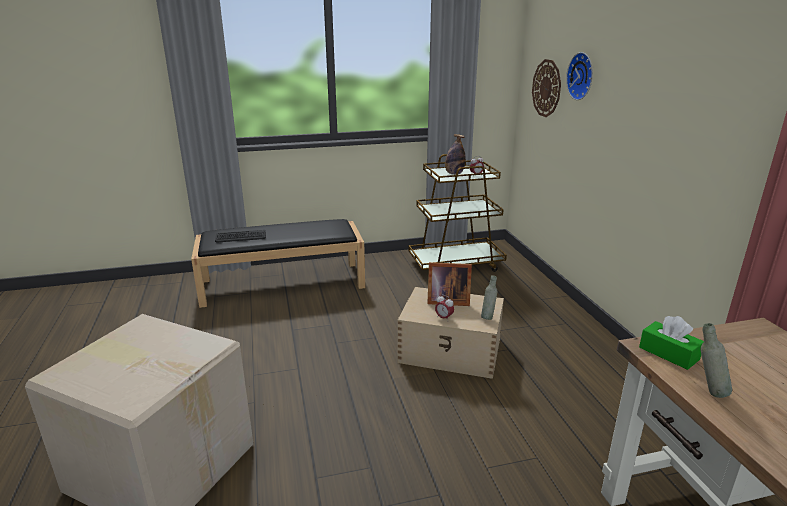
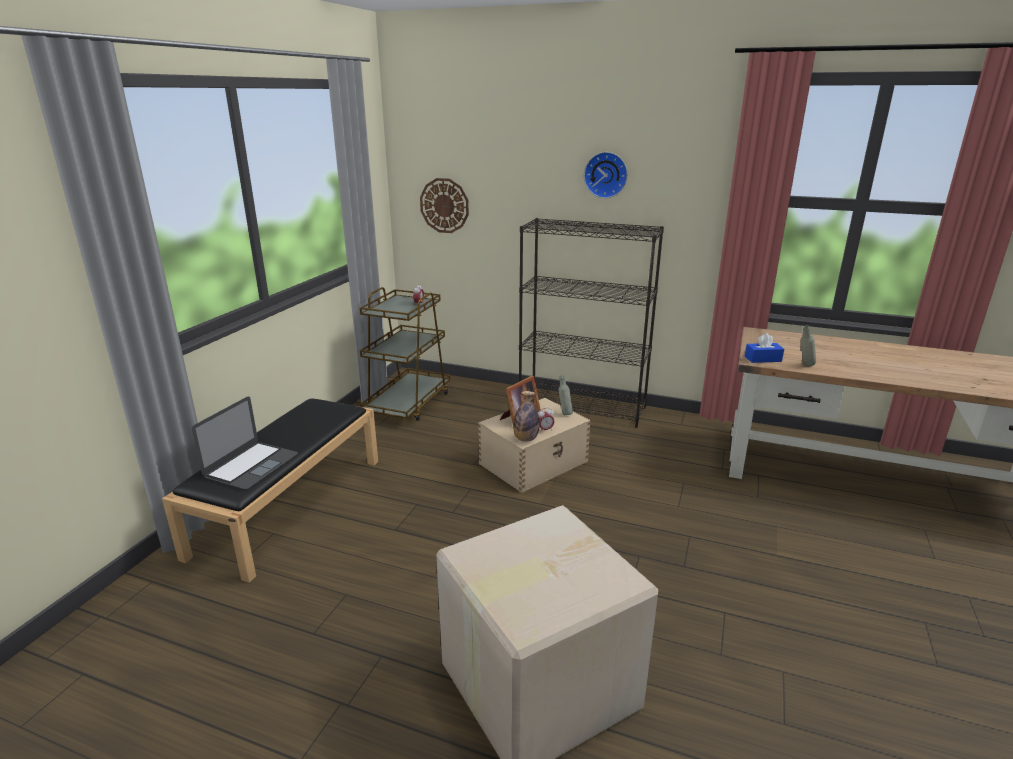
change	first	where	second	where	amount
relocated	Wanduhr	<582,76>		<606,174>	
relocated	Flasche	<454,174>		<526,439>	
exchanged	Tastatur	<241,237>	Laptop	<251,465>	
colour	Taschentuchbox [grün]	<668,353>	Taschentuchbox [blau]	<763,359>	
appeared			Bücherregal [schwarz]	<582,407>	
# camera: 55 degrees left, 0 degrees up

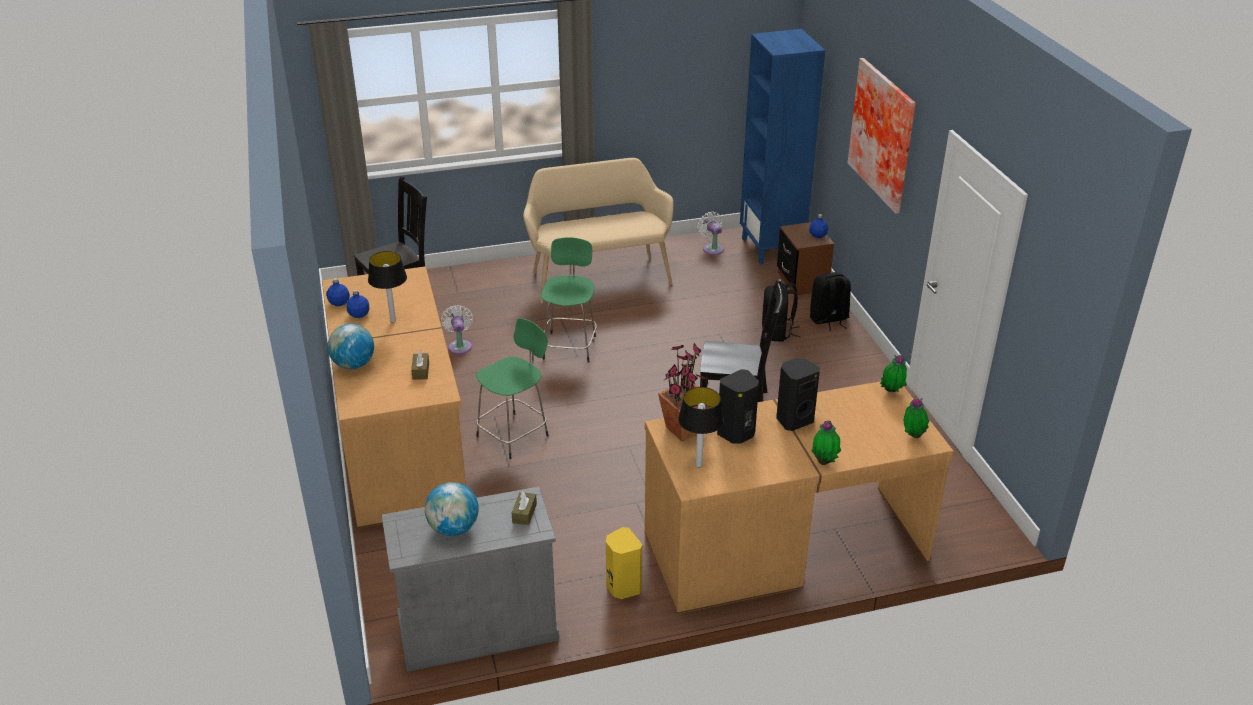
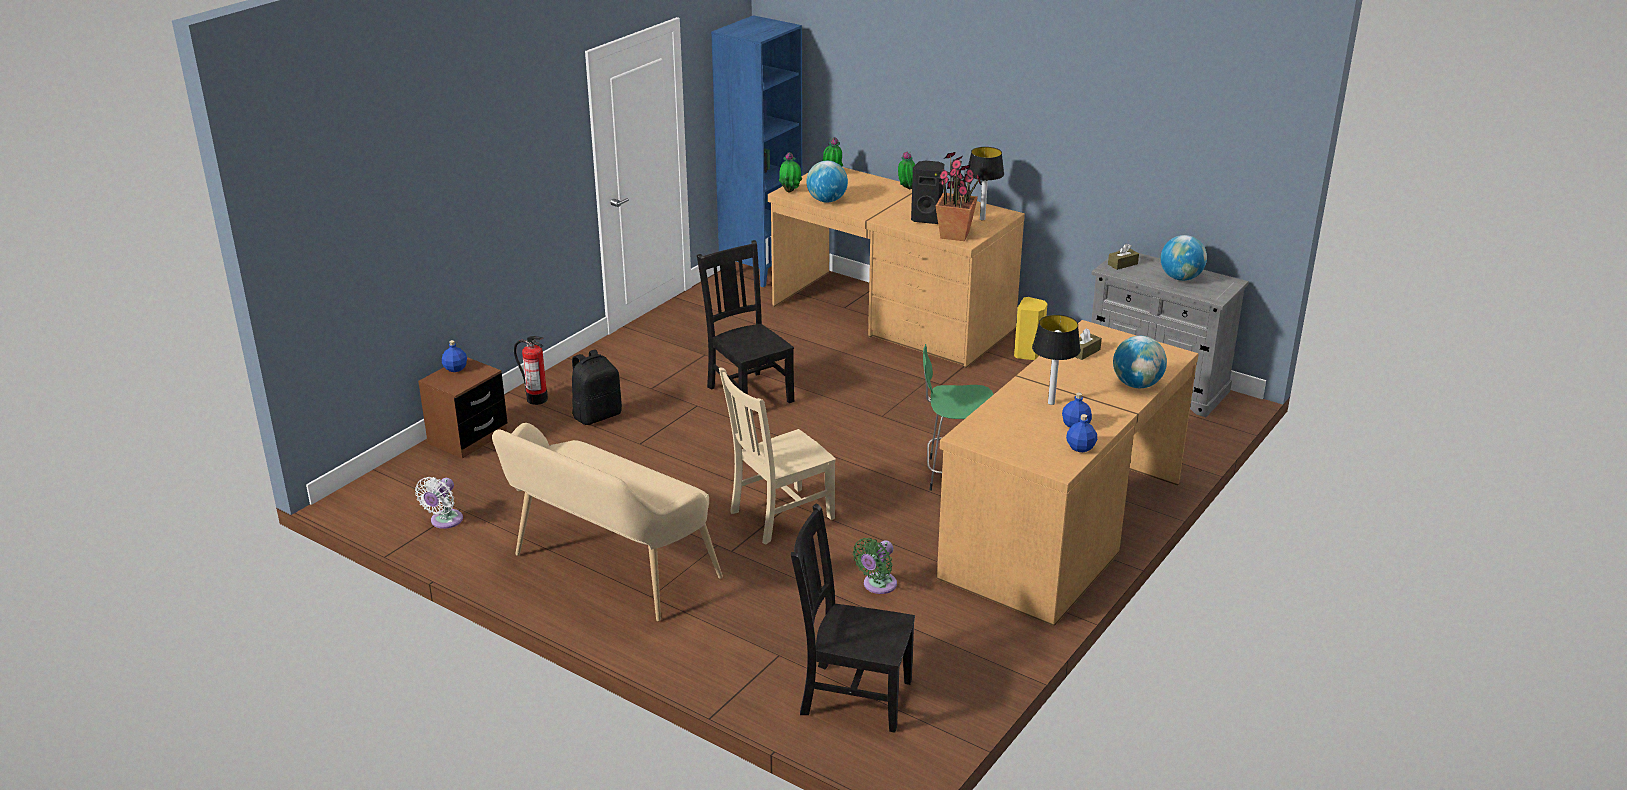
change	first	where	second	where	amount
relocated	Bücherregal [blau]	<772,248>		<761,269>	
missing	Bild	<885,134>			
exchanged	Hocker [grün]	<570,346>	Stuhl [beige]	<778,516>	
exchanged	Rucksack [schwarz]	<828,320>	Feuerlöscher	<537,399>	
colour	Ventilator [weiß]	<459,345>	Ventilator [grün]	<877,585>	
missing	Lautsprecher [schwarz]	<794,420>			
appeared			Globus	<826,200>	
# camera: 130 degrees left, 5 degrees down

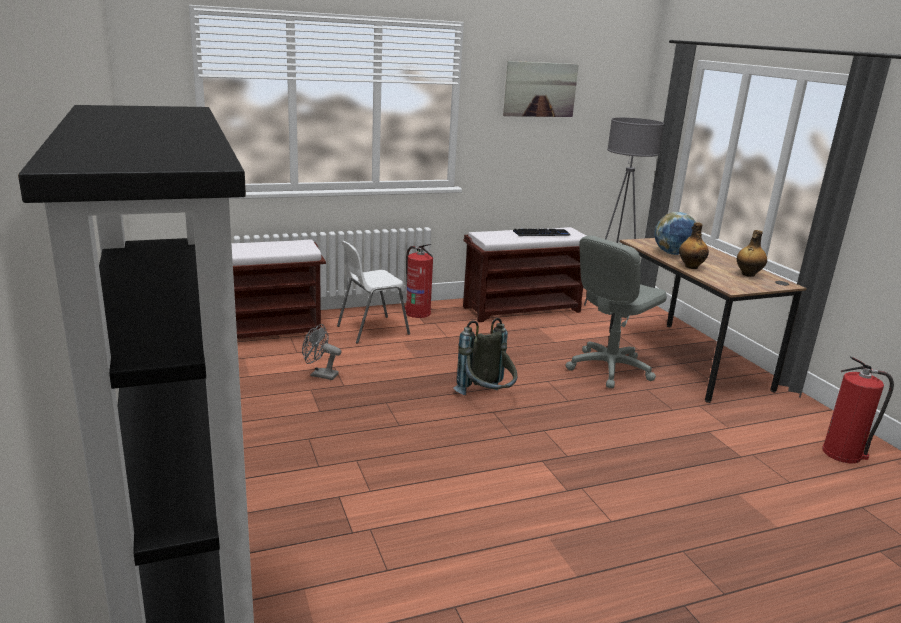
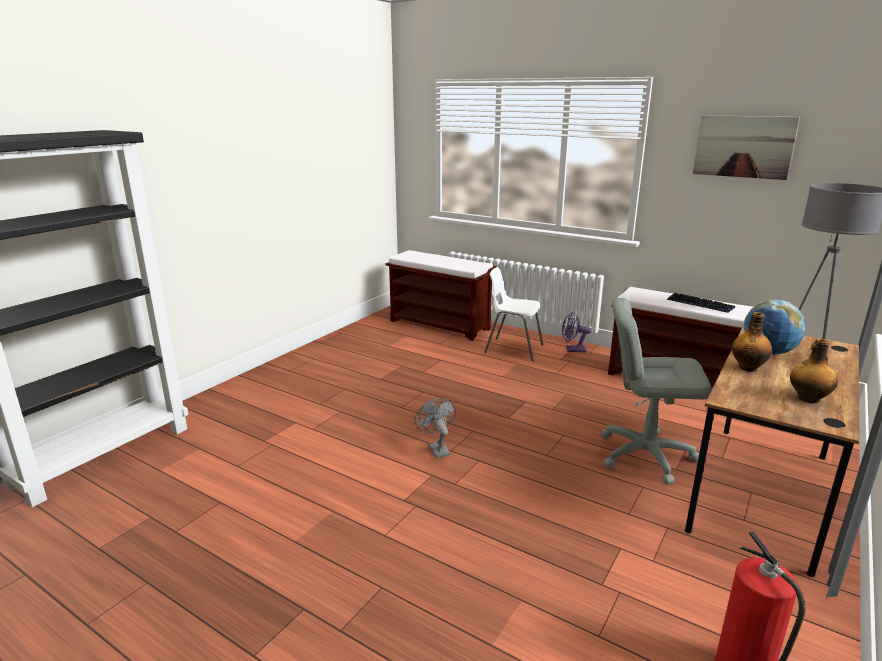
change	first	where	second	where	amount
exchanged	Feuerlöscher	<417,313>	Ventilator [lila]	<572,350>	
missing	Rucksack [grau]	<487,399>			
relocated	Ventilator [grau]	<320,375>		<436,448>	
# camera: 55 degrees right, 0 degrees up

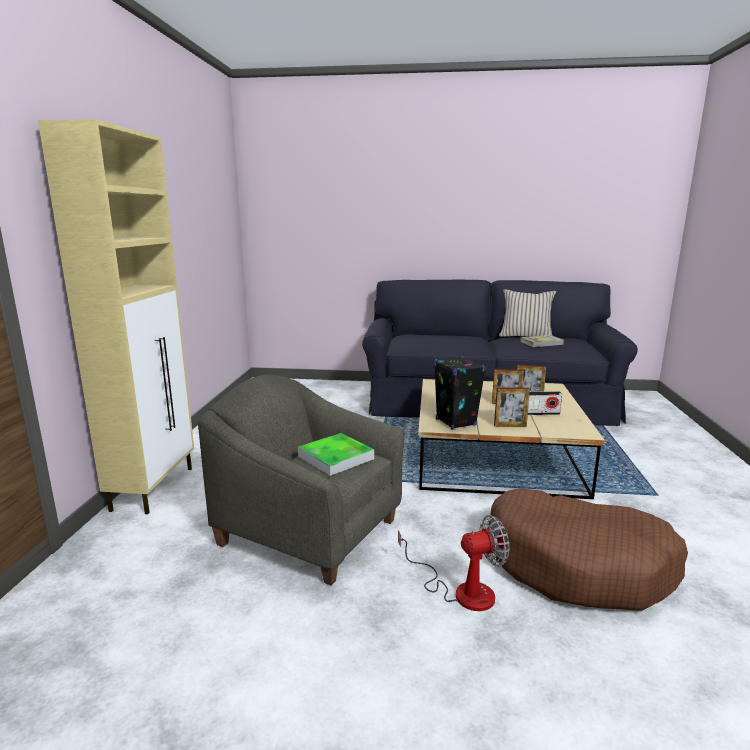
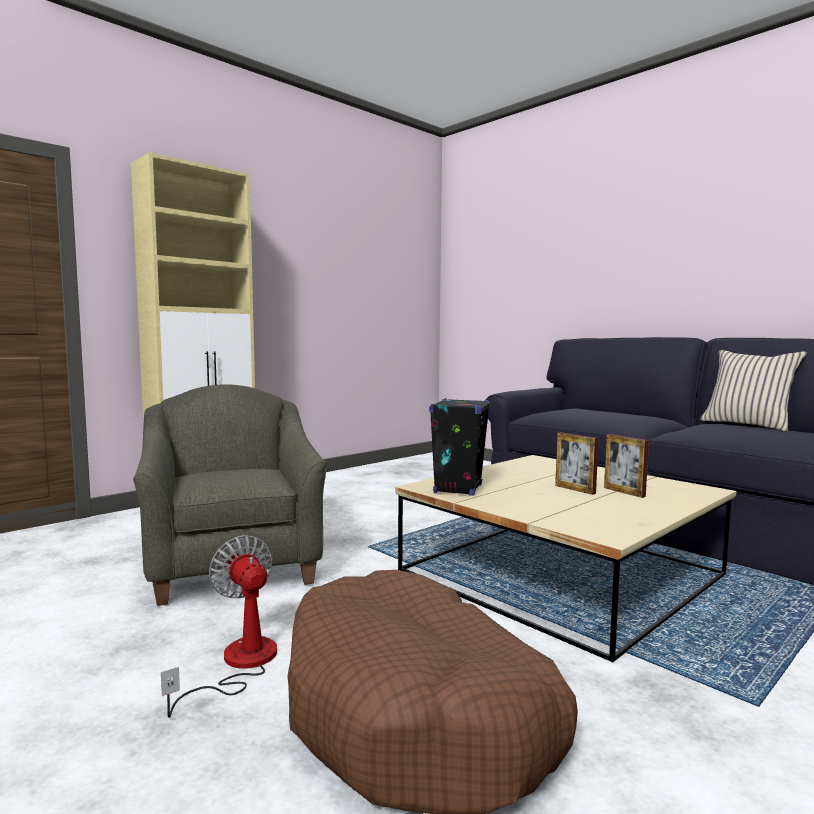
change	first	where	second	where	amount
missing	Buch	<541,343>			
missing	Bilderrahmen	<510,426>			
missing	Radio	<539,413>			
missing	Tablett	<336,457>			
spun	Ventilator	<461,590>		<238,665>	150 degrees counterclockwise
# camera: 40 degrees right, 10 degrees down

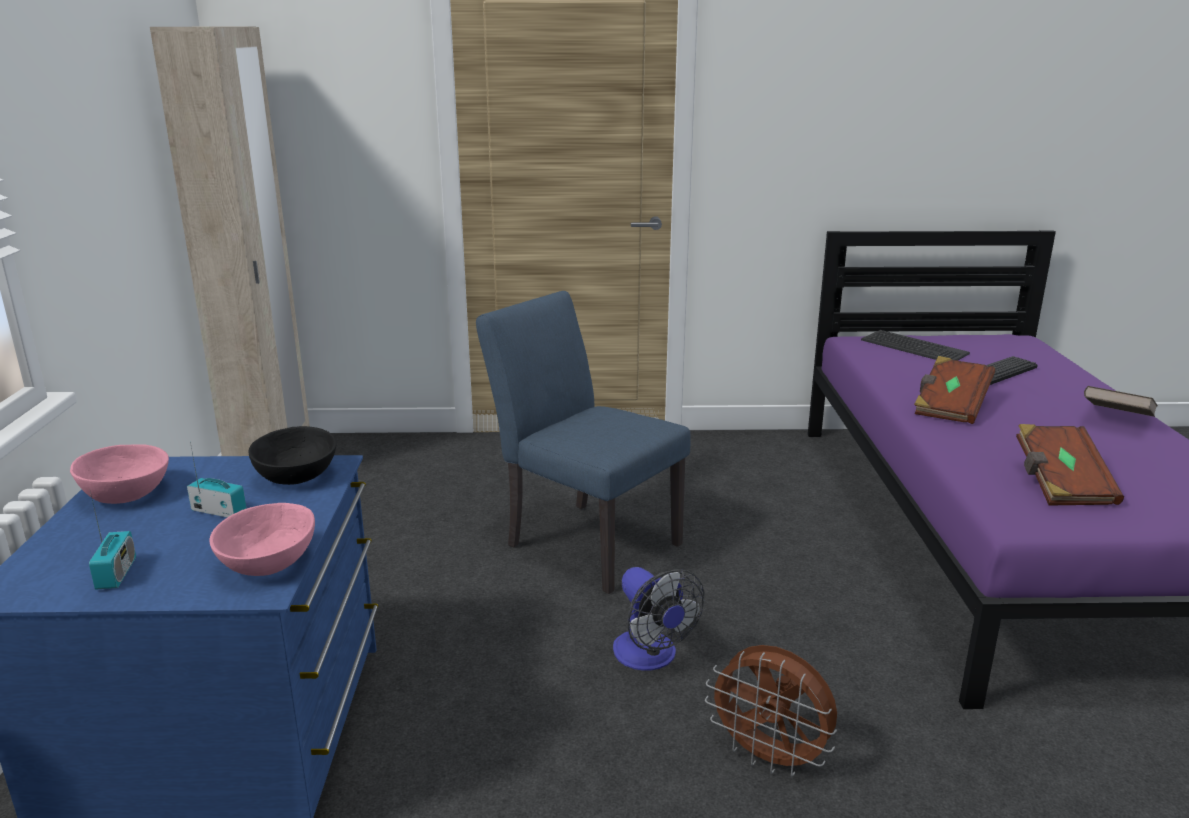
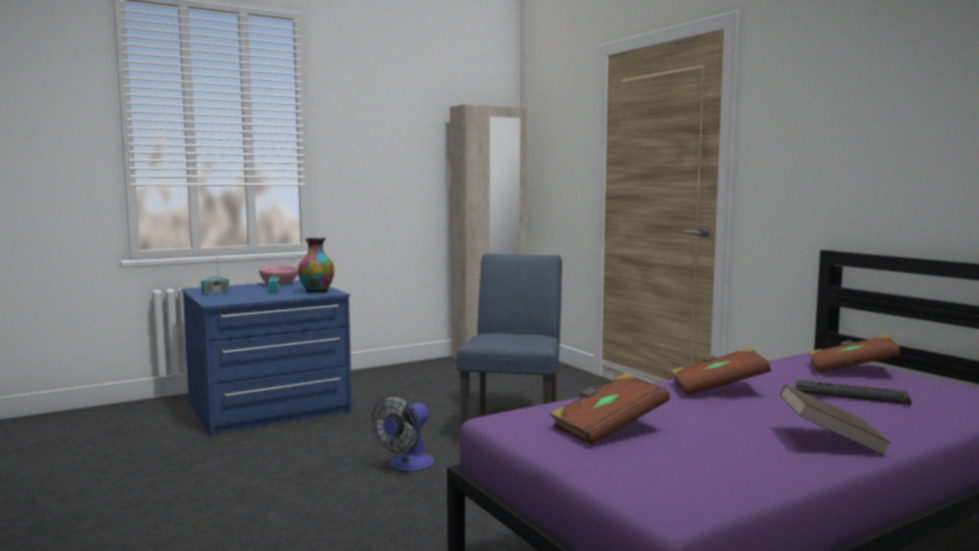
change	first	where	second	where	amount
exchanged	Tastatur	<913,347>	Buch [braun]	<851,370>	
exchanged	Schüssel [schwarz]	<295,476>	Vase	<317,292>	
missing	Schüssel [rosa]	<268,563>			
missing	Ventilator [braun]	<770,758>			
# camera: 60 degrees right, 15 degrees down

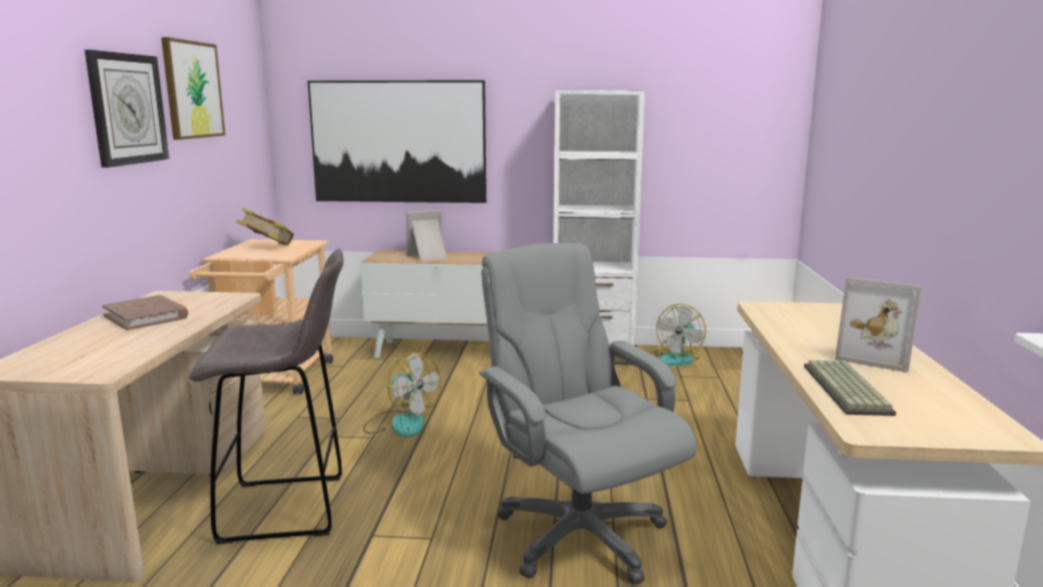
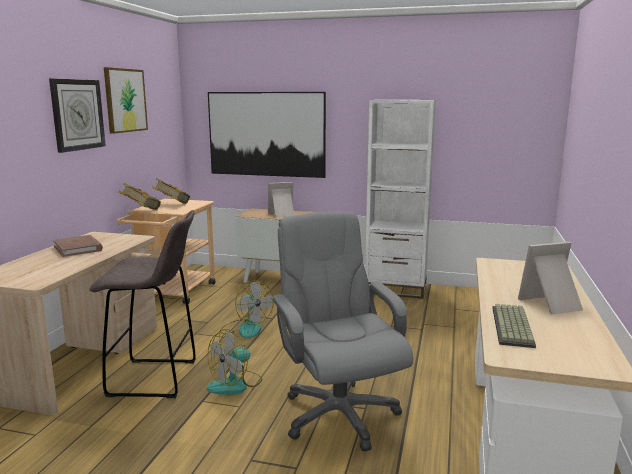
change	first	where	second	where	amount
spun	Bilderrahmen	<875,357>		<552,304>	120 degrees clockwise
relocated	Ventilator	<678,359>		<235,384>	
appeared			Buch	<141,211>	
# camera: 10 degrees right, 0 degrees up

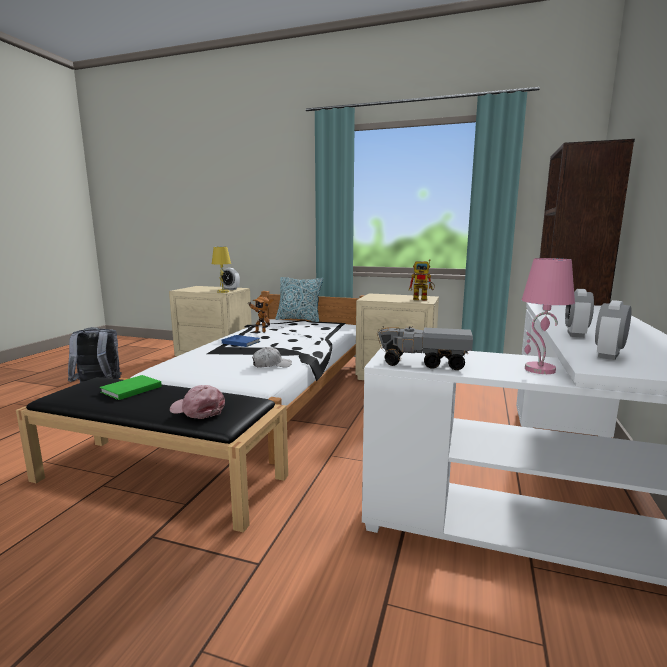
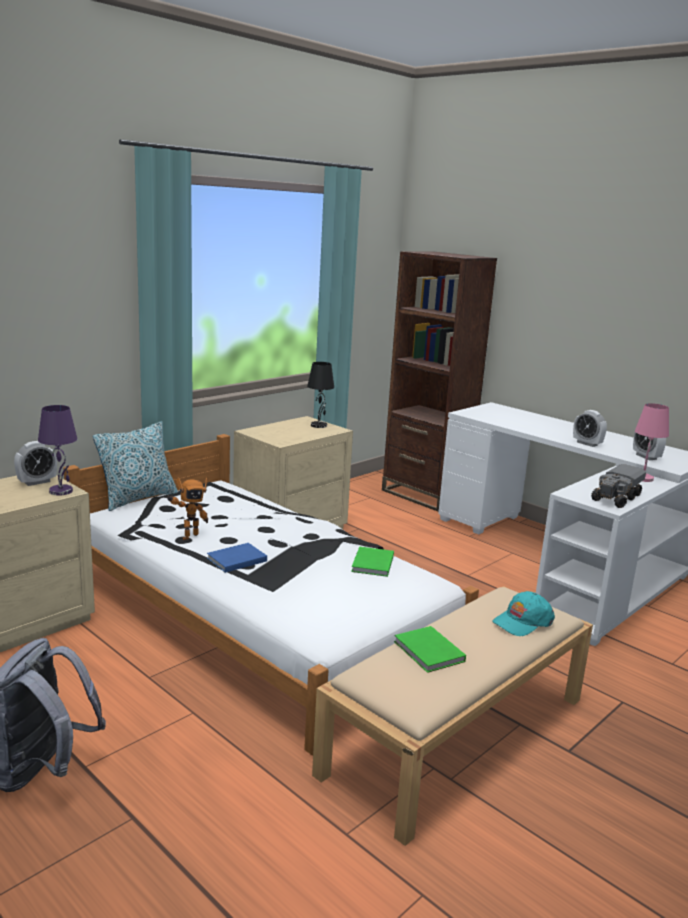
change	first	where	second	where	amount
colour	Tischlampe [gelb]	<223,291>	Tischlampe [lila]	<61,491>	
exchanged	Spielzeugroboter	<423,299>	Tischlampe [schwarz]	<319,425>	
exchanged	Kappe [weiß]	<271,365>	Buch [grün]	<371,564>	
colour	Bank [schwarz]	<162,478>	Bank [beige]	<457,733>	
colour	Kappe [rosa]	<198,410>	Kappe [türkis]	<522,622>	
# camera: 65 degrees left, 5 degrees up

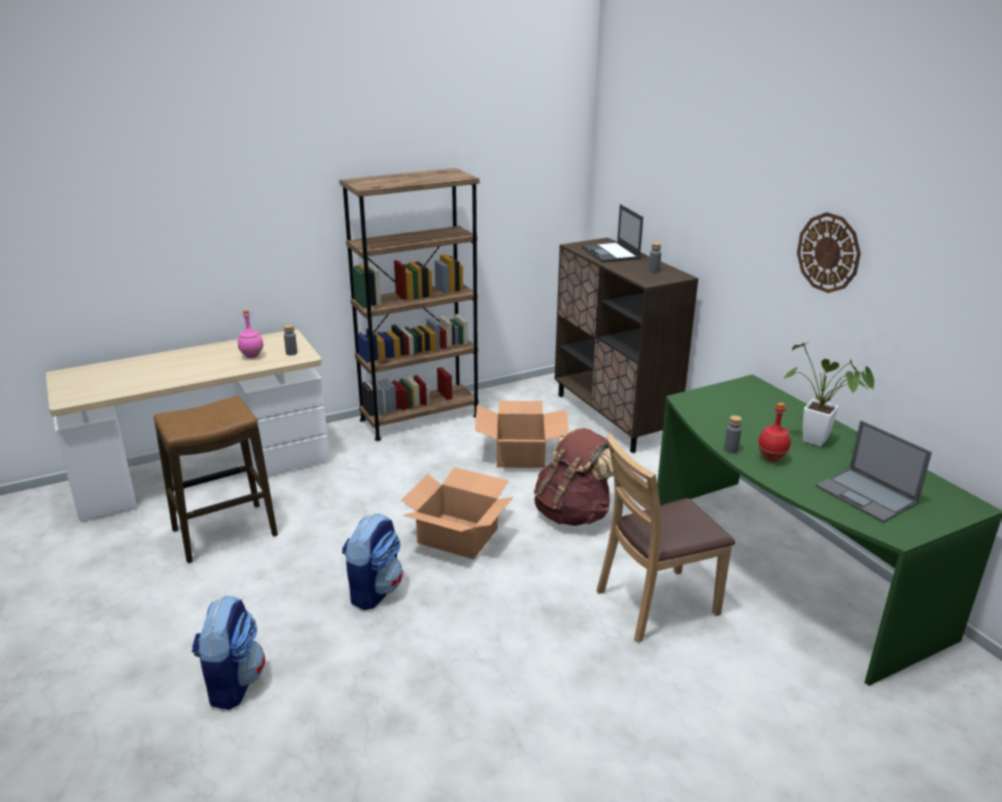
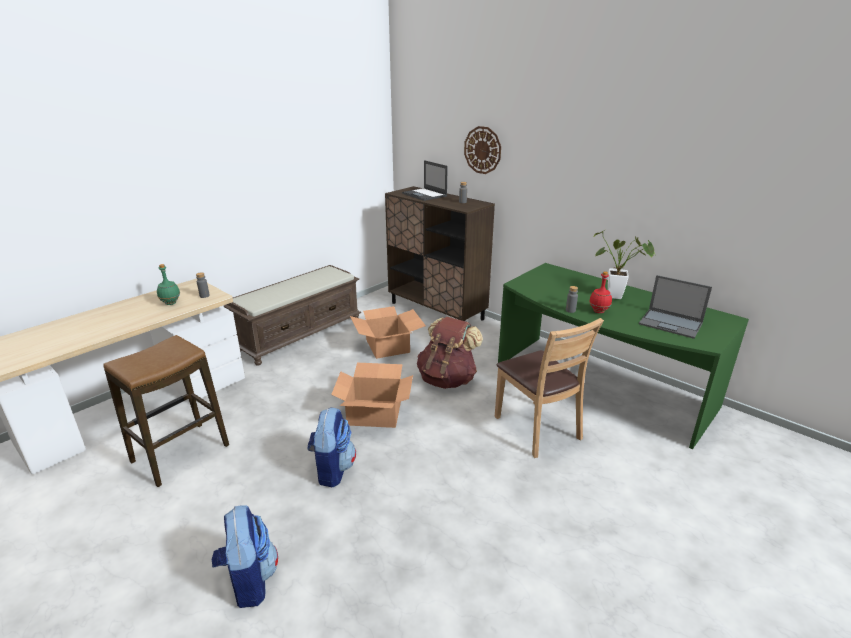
change	first	where	second	where	amount
exchanged	Bücherregal [braun]	<419,418>	Bank [braun]	<300,334>	
relocated	Wanduhr	<828,252>		<482,150>	
colour	Flasche [rosa]	<252,356>	Flasche [grün]	<171,303>	
spun	Stuhl [braun]	<656,604>		<537,429>	75 degrees counterclockwise
# camera: 20 degrees left, 0 degrees up

